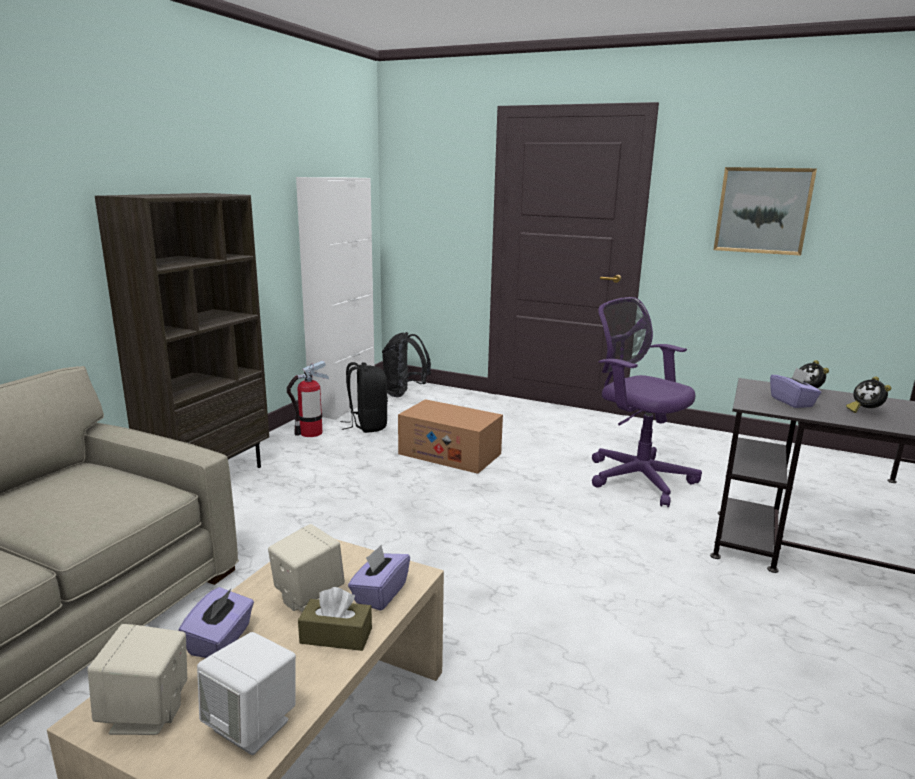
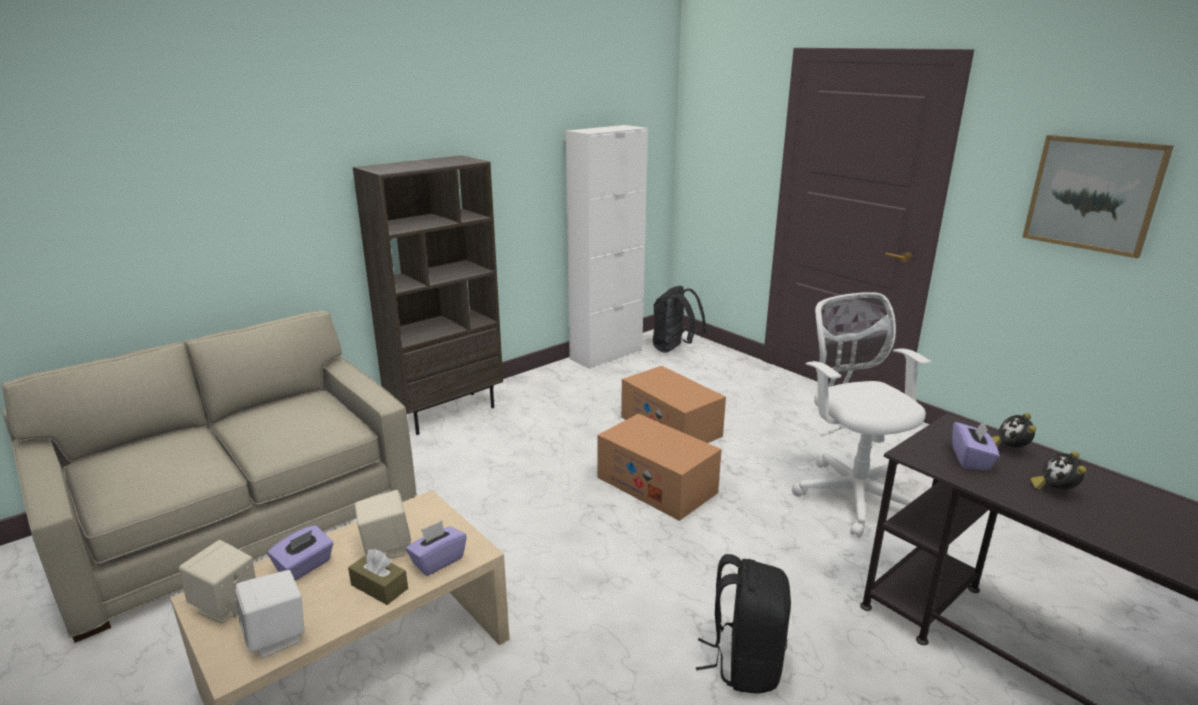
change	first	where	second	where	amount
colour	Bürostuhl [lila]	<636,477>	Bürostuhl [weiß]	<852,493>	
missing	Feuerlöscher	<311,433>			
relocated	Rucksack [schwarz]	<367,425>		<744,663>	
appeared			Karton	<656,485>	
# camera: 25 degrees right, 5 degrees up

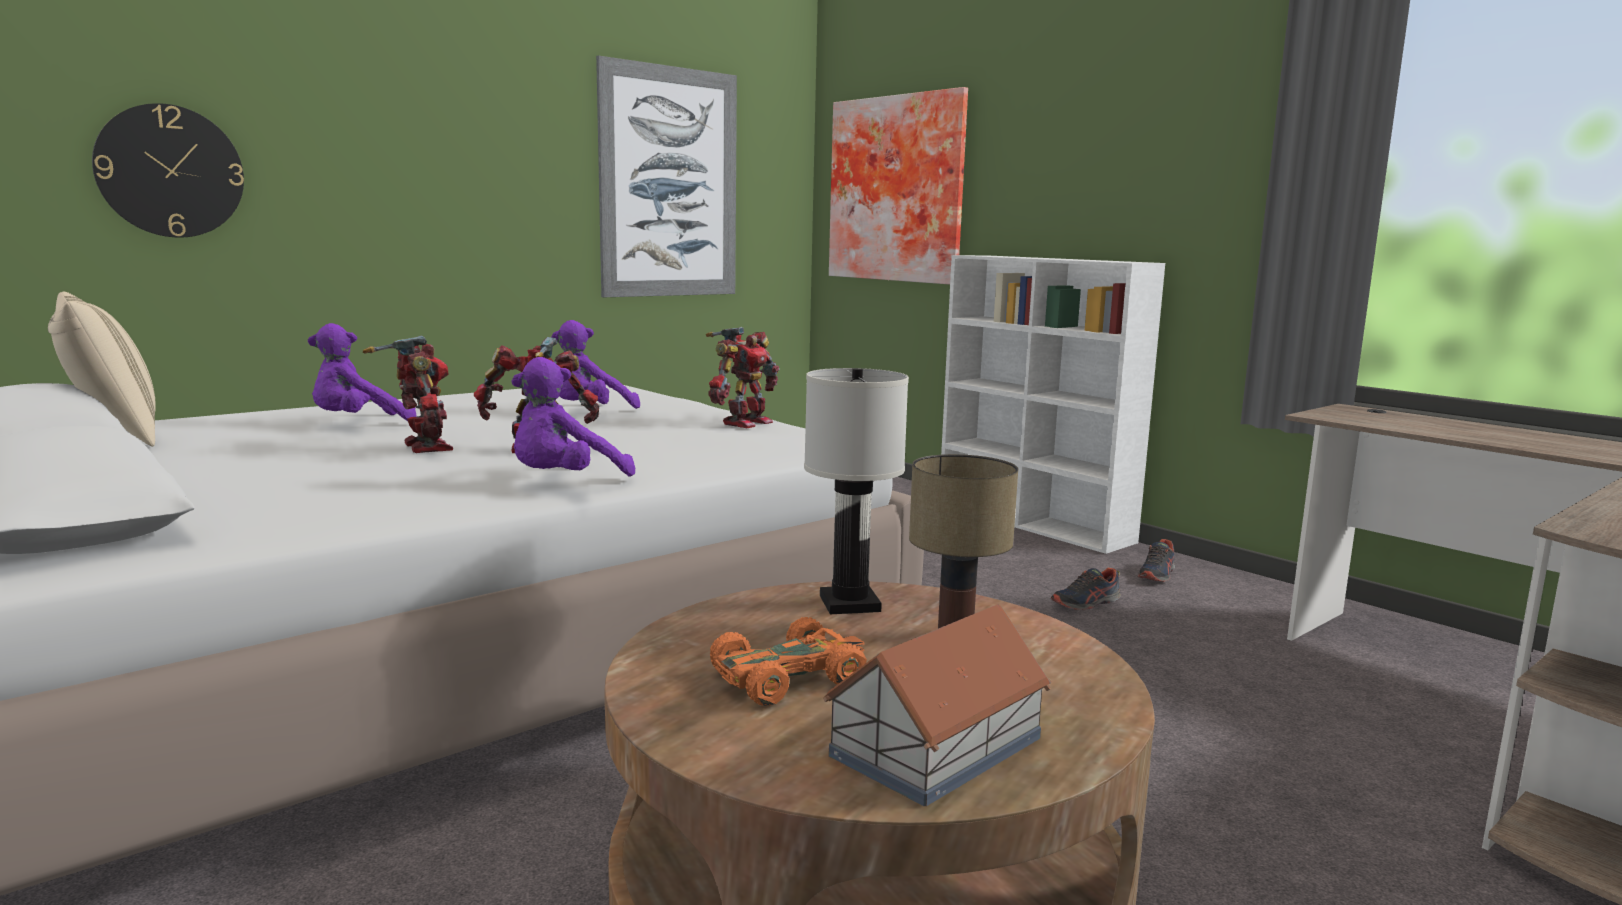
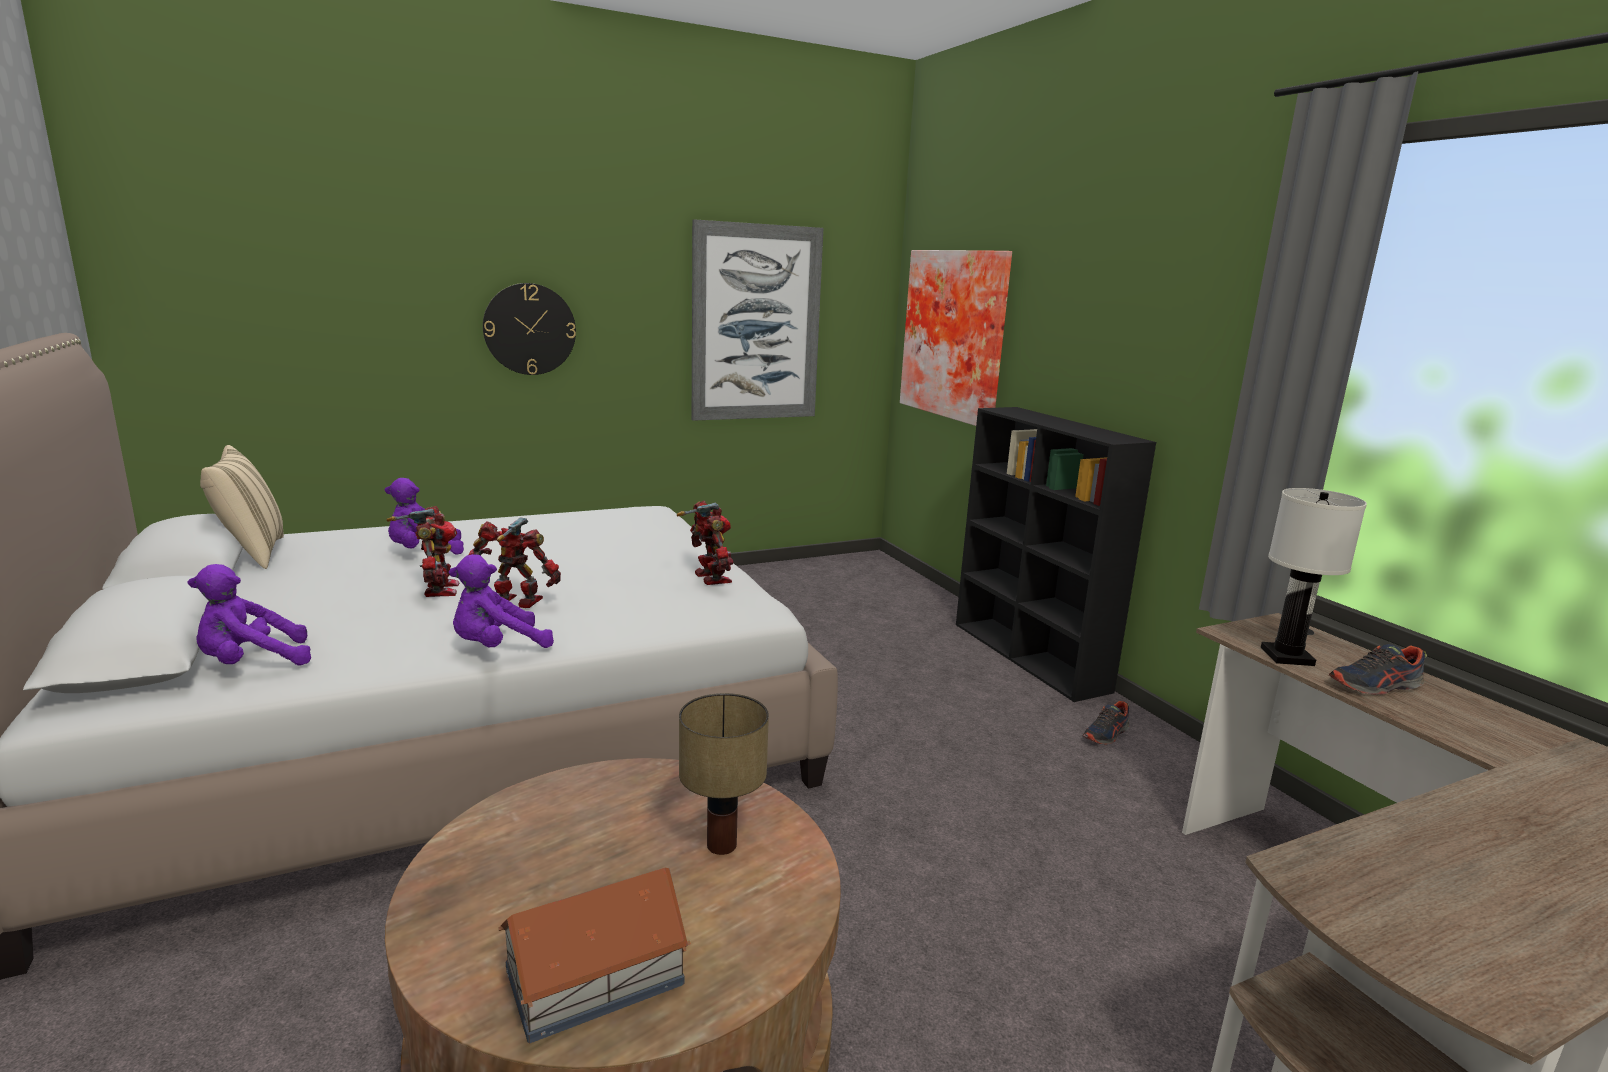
change	first	where	second	where	amount
relocated	Wanduhr	<170,171>		<529,329>	
colour	Bücherregal [weiß]	<1034,523>	Bücherregal [schwarz]	<1030,657>	
relocated	Plüschtier [lila]	<589,412>		<251,663>	
spun	Spielzeugroboter	<744,422>		<709,578>	75 degrees counterclockwise
relocated	Tischlampe [weiß]	<849,604>		<1286,657>	
relocated	Schuh	<1086,603>		<1375,686>	
missing	Spielzeugauto [orange]	<789,677>			
# camera: 15 degrees right, 5 degrees up

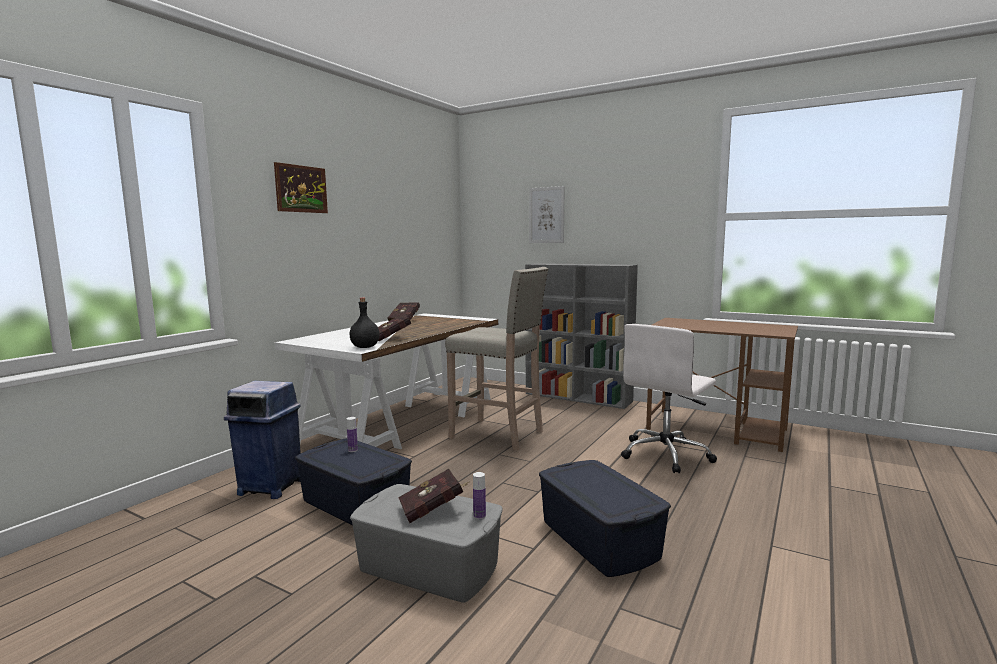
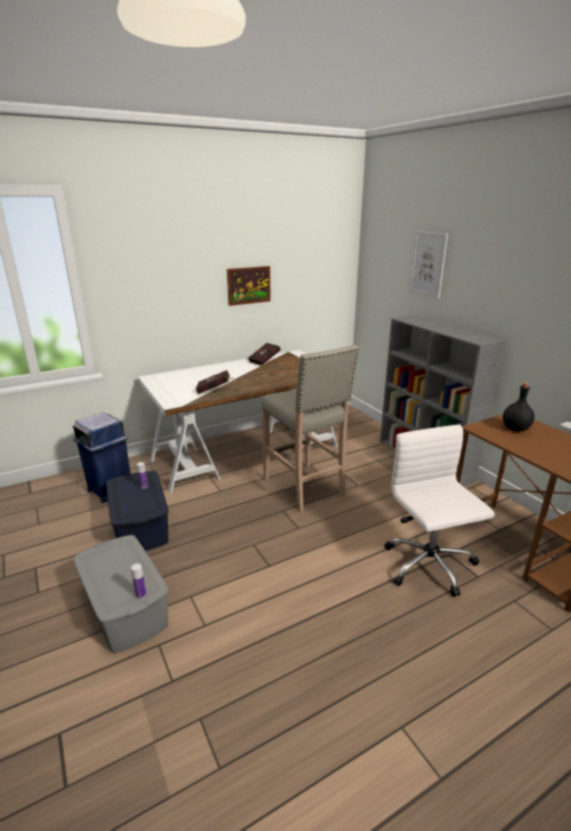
change	first	where	second	where	amount
relocated	Bild	<301,189>		<248,285>	
relocated	Flasche [schwarz]	<365,347>		<515,428>	
spun	Bürostuhl [weiß]	<666,454>		<429,566>	90 degrees clockwise
missing	Aufbewahrungsbox [blau]	<598,539>			
missing	Buch [rot]	<434,511>			
# camera: 30 degrees right, 15 degrees up

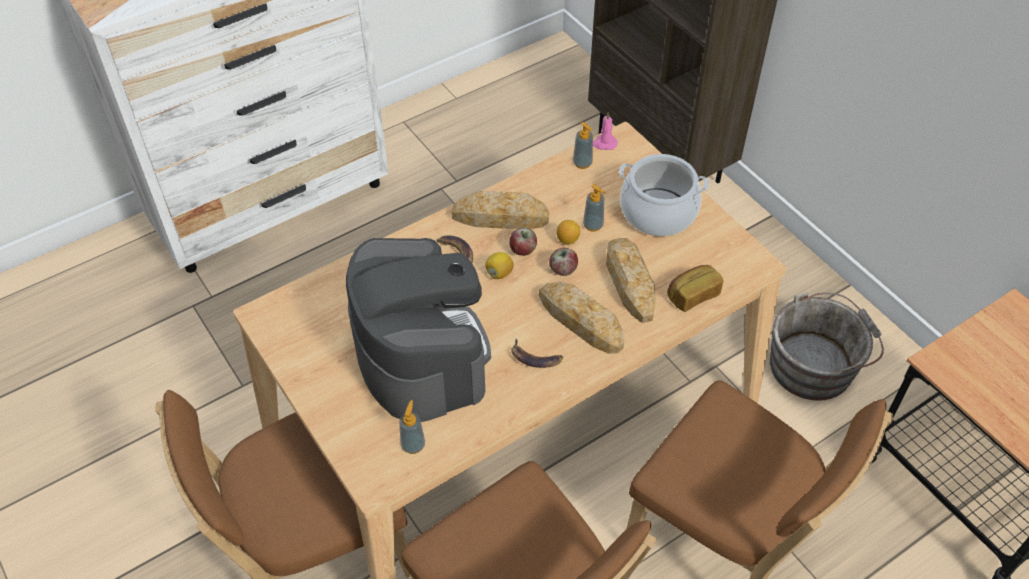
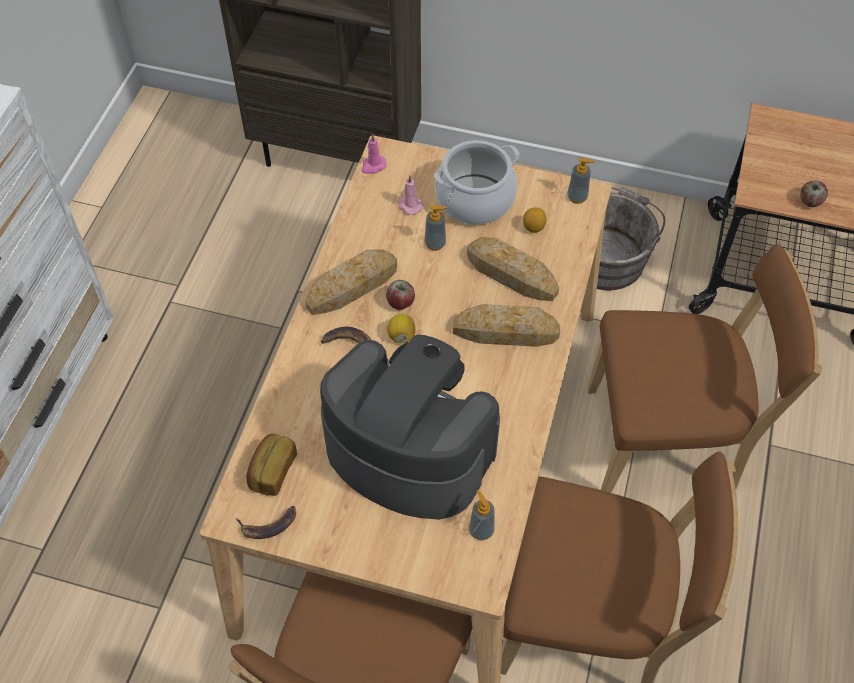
change	first	where	second	where	amount
relocated	Seifenspender	<582,163>		<577,197>	
relocated	Zitrone	<567,240>		<533,227>	
relocated	Apfel	<563,269>		<810,202>	
relocated	Brot	<692,295>		<271,471>	
relocated	Banane	<535,357>		<269,524>	
appeared			Kerze [rosa]	<409,205>	
# camera: 40 degrees left, 5 degrees up

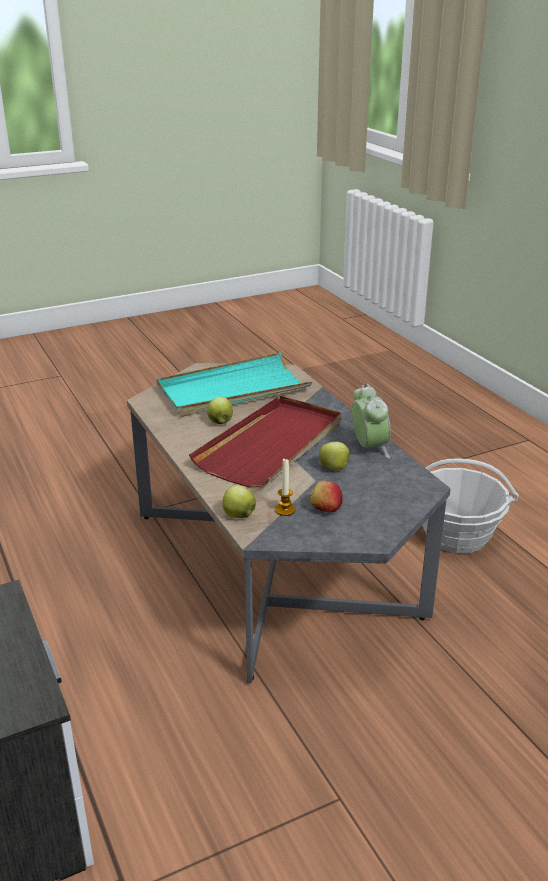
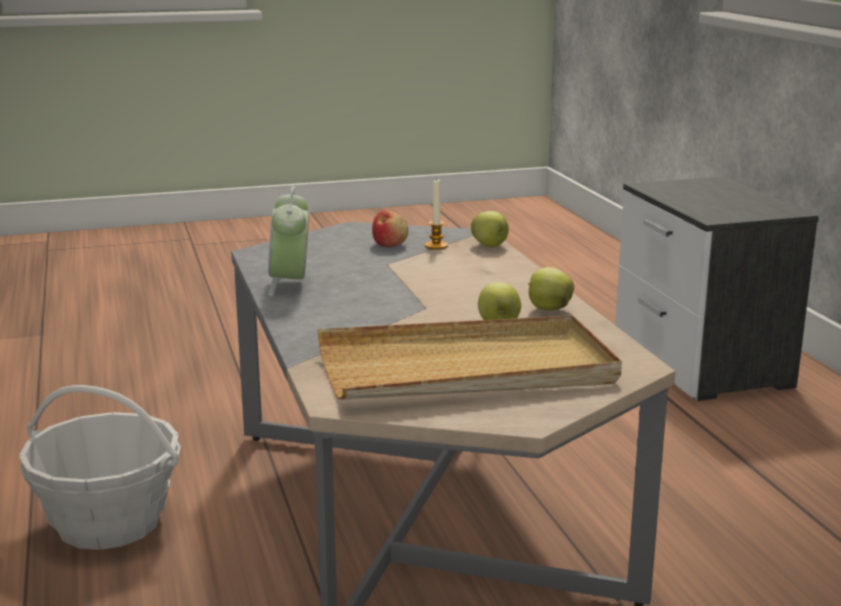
change	first	where	second	where	amount
colour	Tablett [türkis]	<232,390>	Tablett [beige]	<467,370>	
missing	Tablett [rot]	<272,445>			
relocated	Apfel	<335,468>		<548,309>	
# camera: 170 degrees left, 10 degrees down

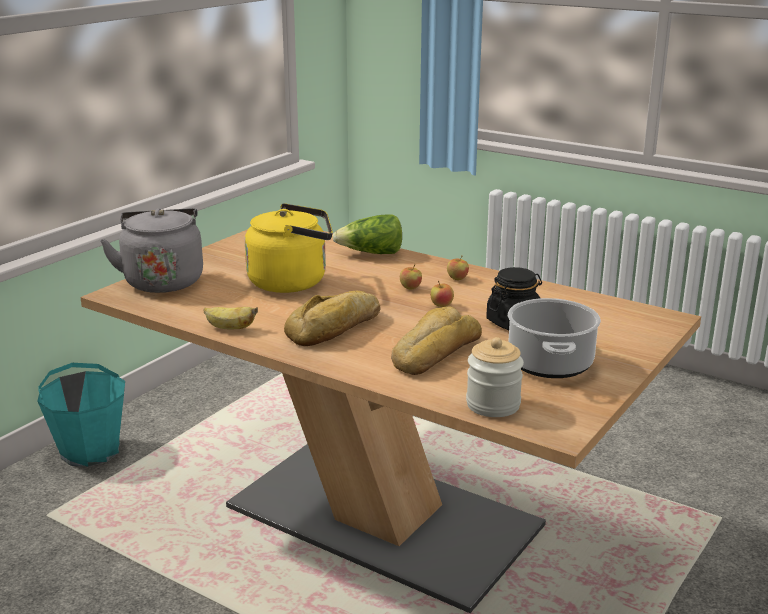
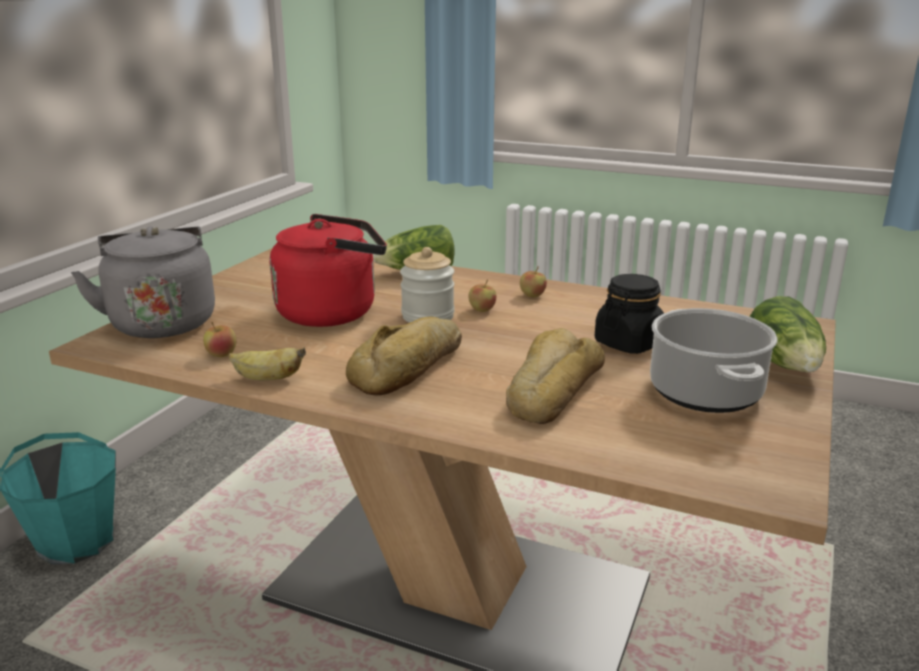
change	first	where	second	where	amount
colour	Wasserkessel [gelb]	<292,282>	Wasserkessel [rot]	<333,312>	
relocated	Apfel	<441,305>		<221,355>	
relocated	Vorratsglas	<493,405>		<428,316>	
appeared			Salatkopf	<785,366>	
# camera: 10 degrees left, 0 degrees up

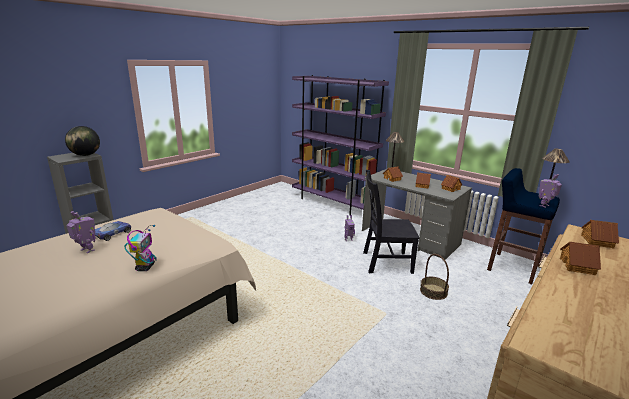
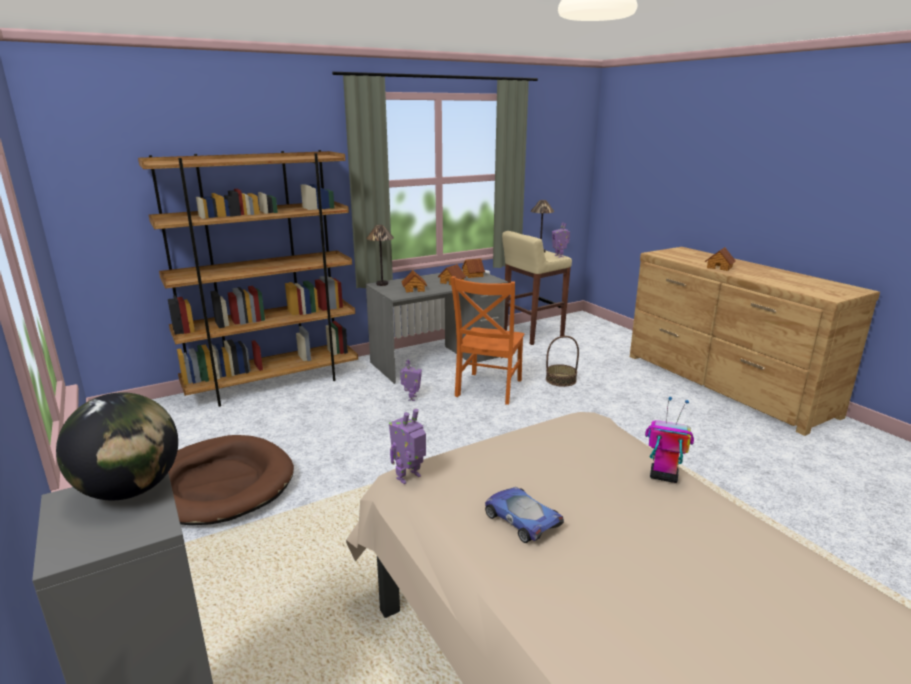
change	first	where	second	where	amount
colour	Bücherregal [lila]	<332,203>	Bücherregal [braun]	<274,384>	
colour	Hocker [blau]	<512,267>	Hocker [beige]	<532,334>	
colour	Stuhl [schwarz]	<384,262>	Stuhl [orange]	<488,389>	
relocated	Spielzeugroboter	<86,250>		<409,478>	
missing	Spielzeughaus	<596,241>			
appeared			Hundebett [braun]	<219,484>	
# camera: 70 degrees left, 0 degrees up

